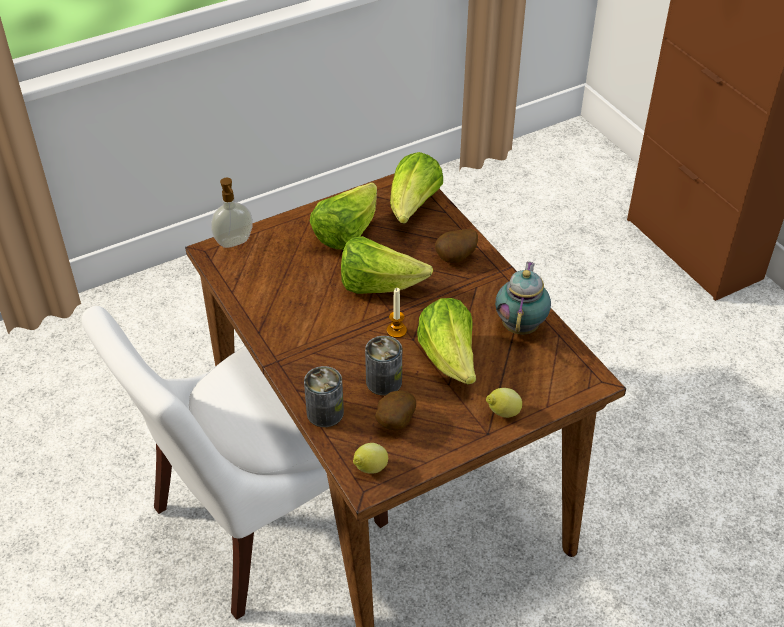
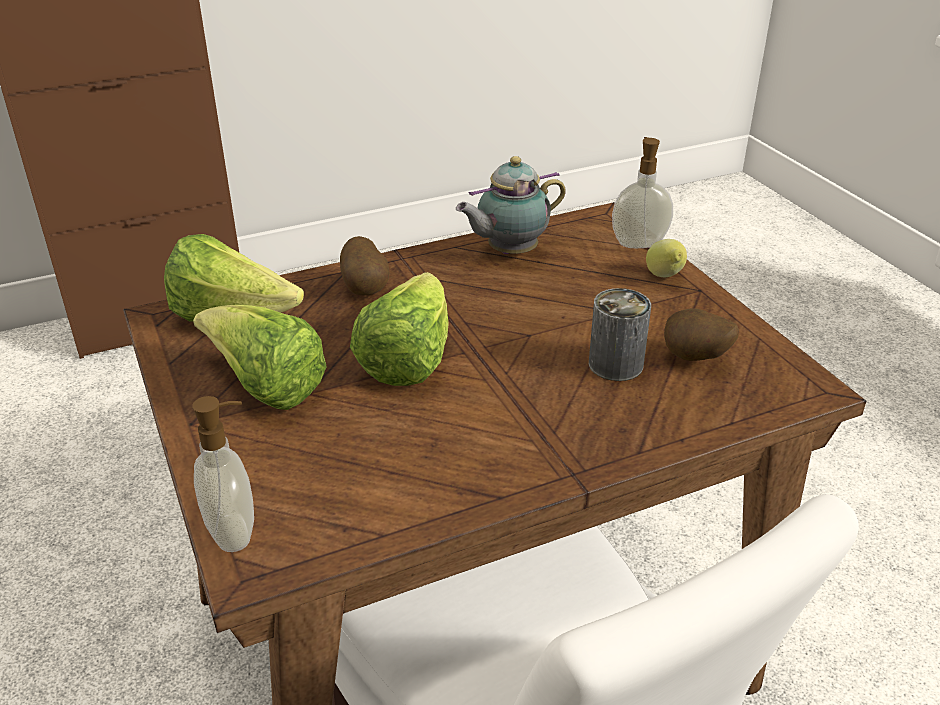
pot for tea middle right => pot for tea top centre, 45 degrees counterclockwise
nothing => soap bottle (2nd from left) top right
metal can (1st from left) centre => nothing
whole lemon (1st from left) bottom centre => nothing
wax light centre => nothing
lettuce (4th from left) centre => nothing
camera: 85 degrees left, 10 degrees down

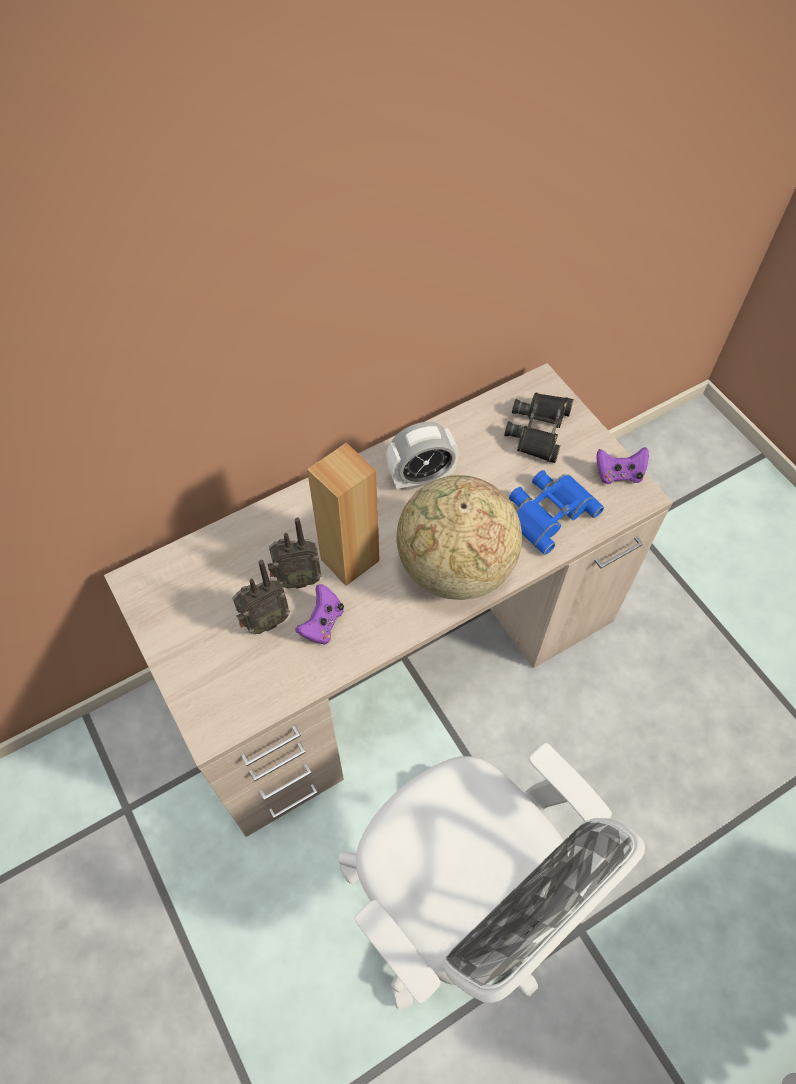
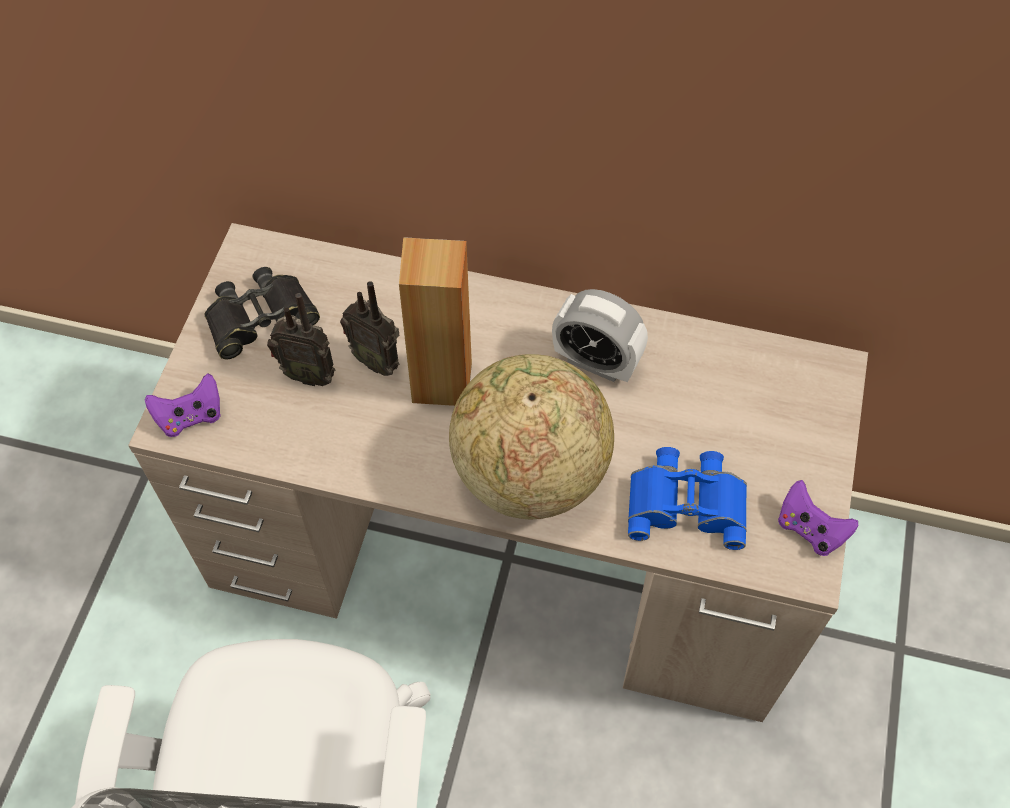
purple gamepad (1st from left) centre => purple gamepad (1st from left) middle left, move
blackish pair of binoculars middle right => blackish pair of binoculars middle left, move
camera: 45 degrees right, 0 degrees up

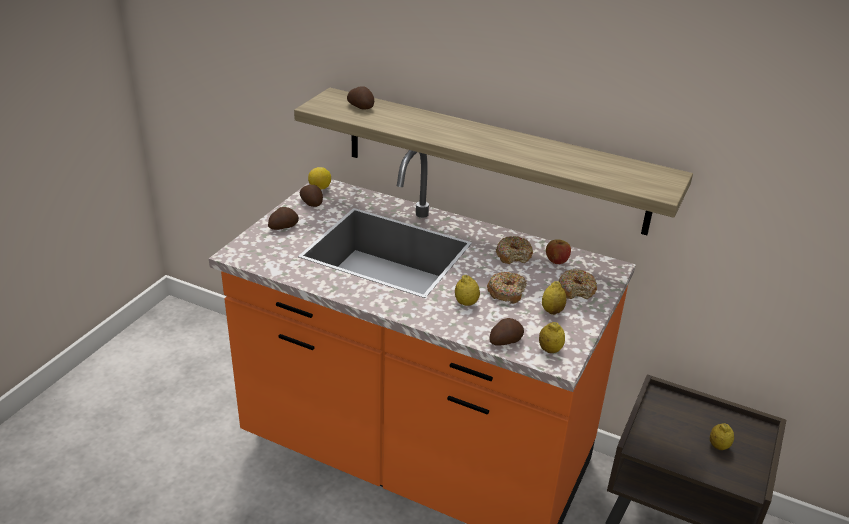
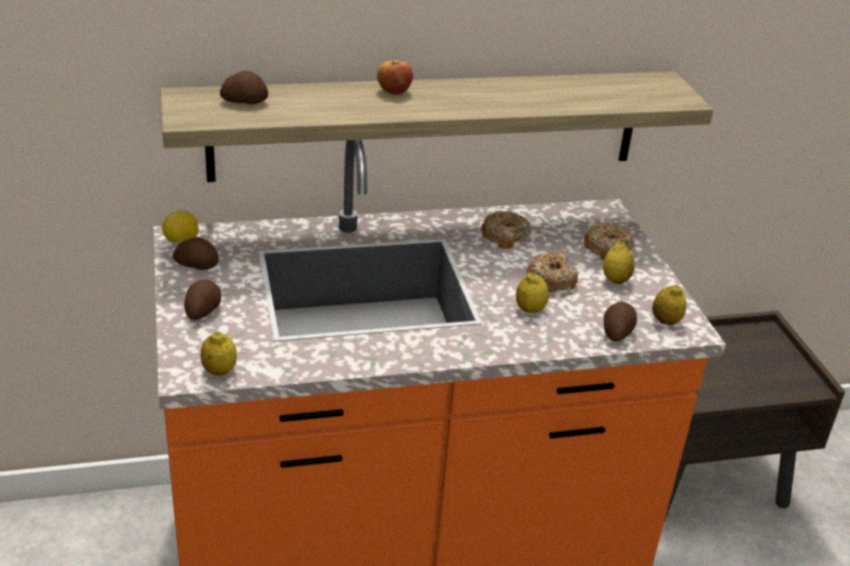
whole lemon (5th from left in the first image) bottom right => whole lemon (2nd from left) middle left, move
apple centre => apple top centre, move
camera: 40 degrees left, 0 degrees up

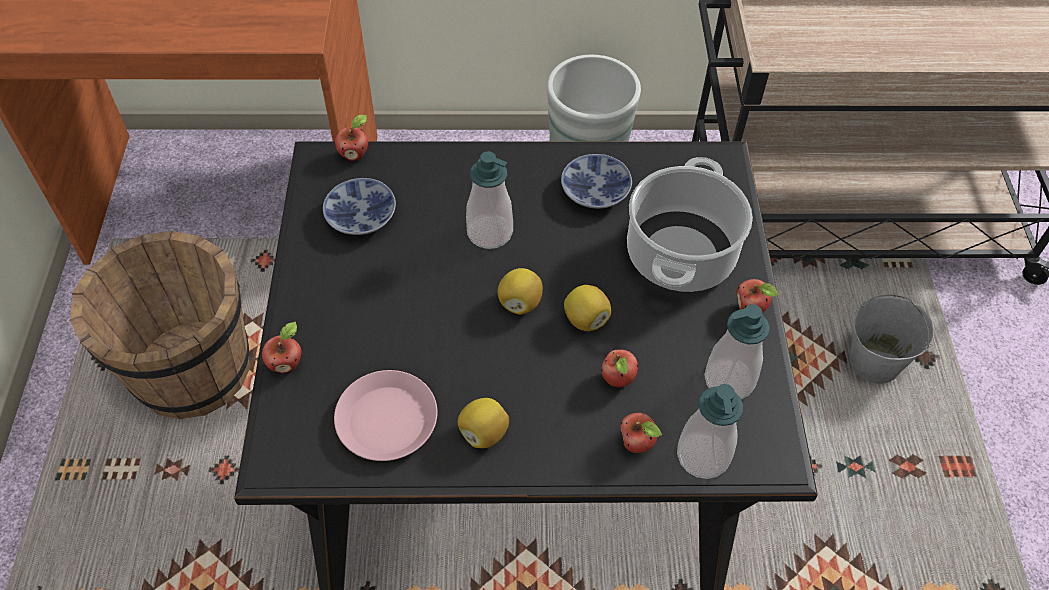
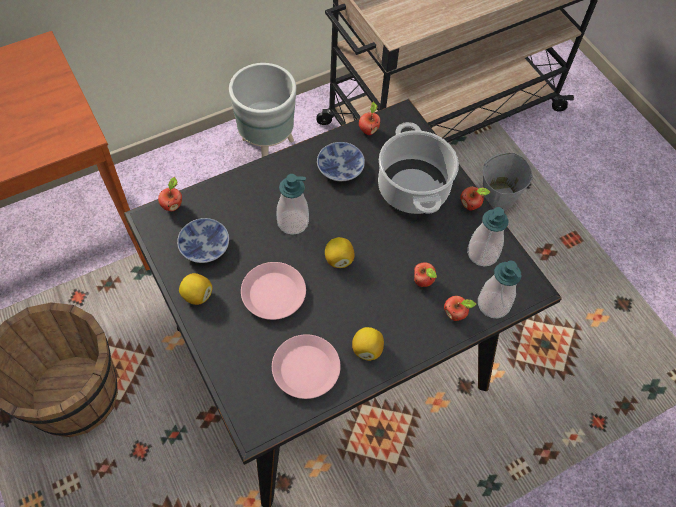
whole lemon (3rd from left in the first image) centre => whole lemon (1st from left) middle left, move
nothing => pink-coloured plate (1st from left) centre
apple (1st from left in the first image) middle left => apple (2nd from left) top centre, move
camera: 30 degrees left, 5 degrees up

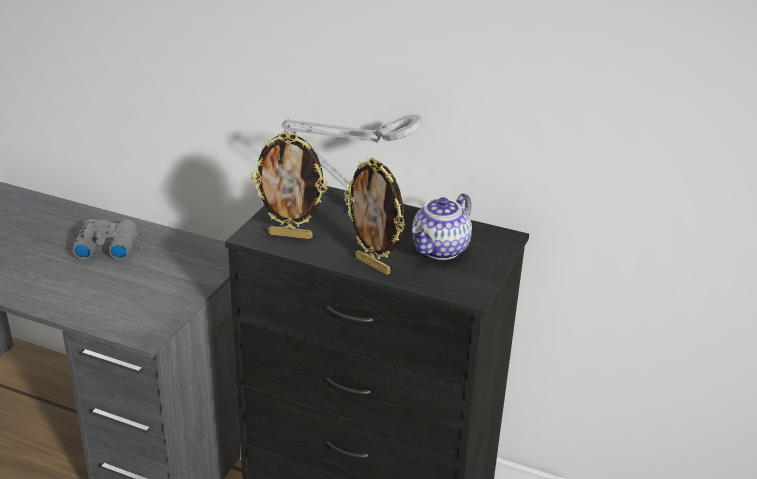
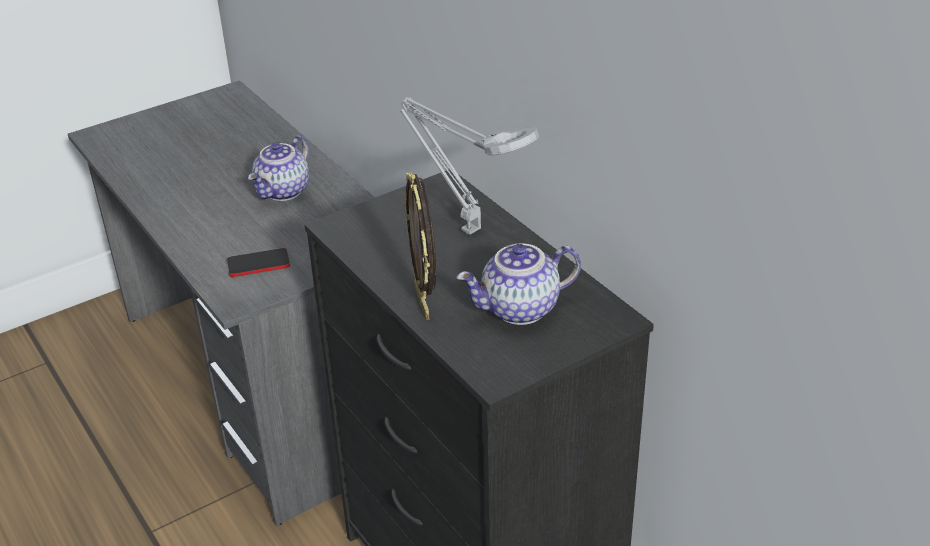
nothing => telephone middle left
gray pair of binoculars middle left => pot for tea (1st from left) top left
picture frame (1st from left) centre => nothing
camera: 35 degrees right, 5 degrees up

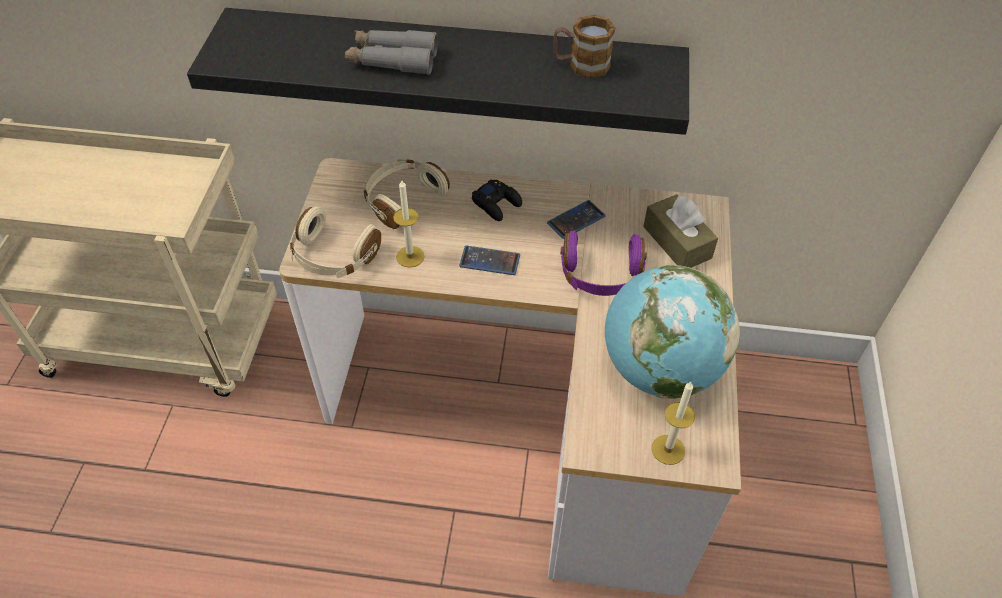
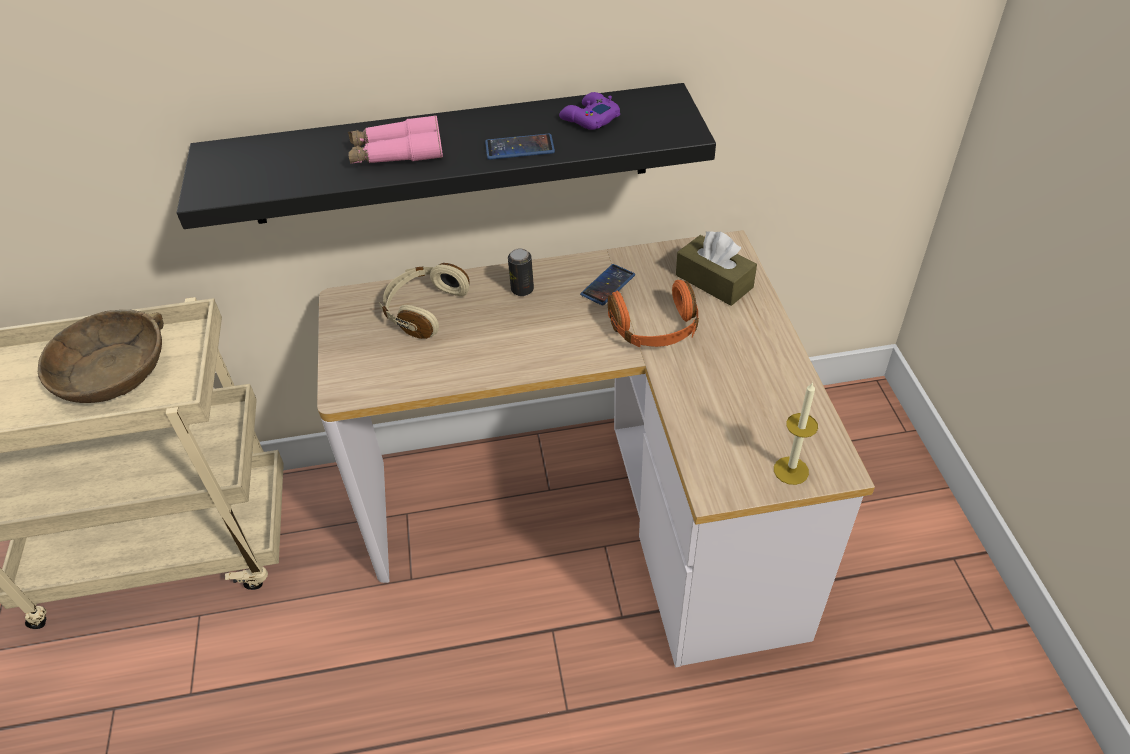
nothing => brown deep dish middle left
gray pair of binoculars top centre => pink-coloured pair of binoculars top centre
telephone (1st from left) centre => telephone (1st from left) top centre, move
blackish gamepad centre => metal can centre
coffee mug top centre => purple gamepad top centre
purple headset centre => orange-coloured headset centre
beige-coloured headset (1st from left) centre => nothing
wax light (1st from left) centre => nothing
globe middle right => nothing
camera: 15 degrees left, 5 degrees down

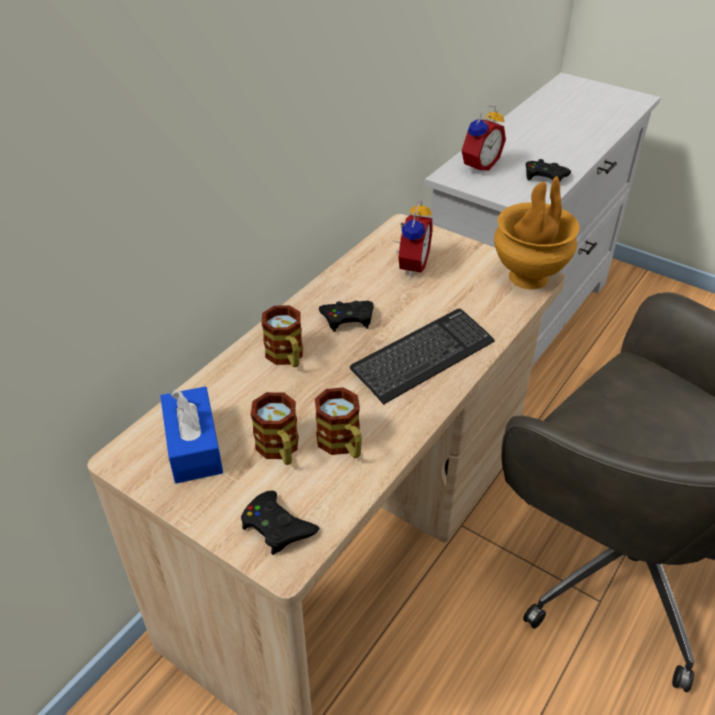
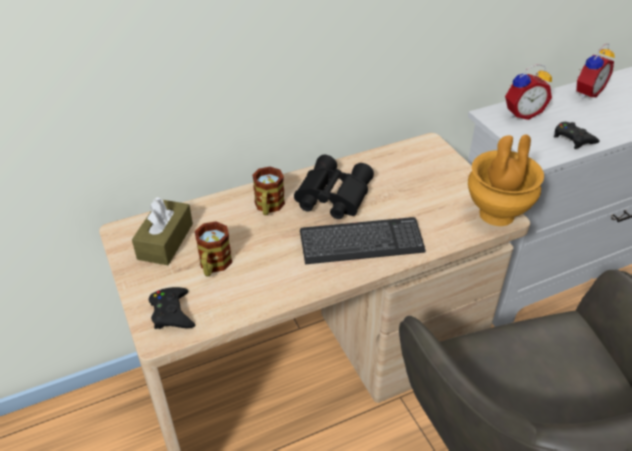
blue tissue box middle left => brown tissue box middle left
blackish gamepad (2nd from left) centre => blackish pair of binoculars centre
alarm clock (1st from left in the first image) top centre => alarm clock (2nd from left) top right, move
coffee mug (3rd from left) centre => nothing
camera: 30 degrees right, 0 degrees up

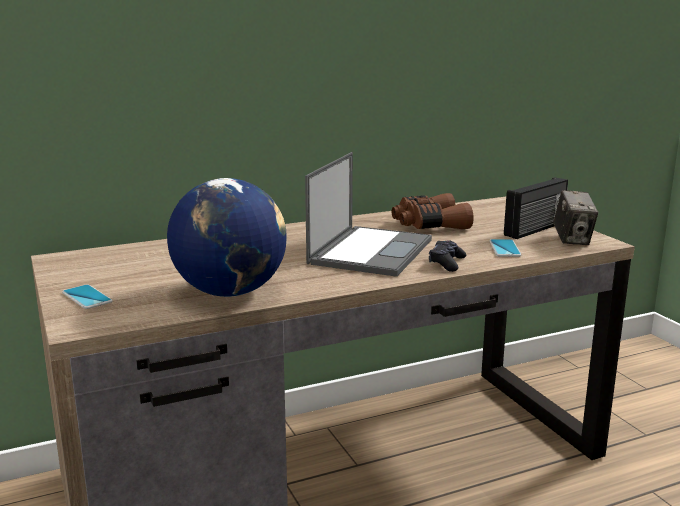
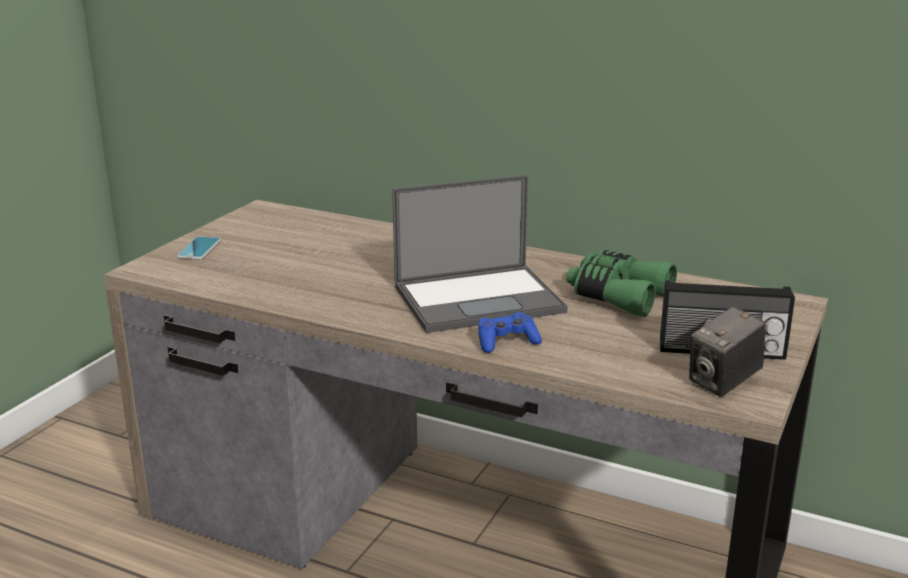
blackish gamepad centre => blue gamepad centre
brown pair of binoculars centre => green pair of binoculars middle right
globe centre => nothing
telephone (2nd from left) middle right => nothing
camera: 50 degrees right, 5 degrees up

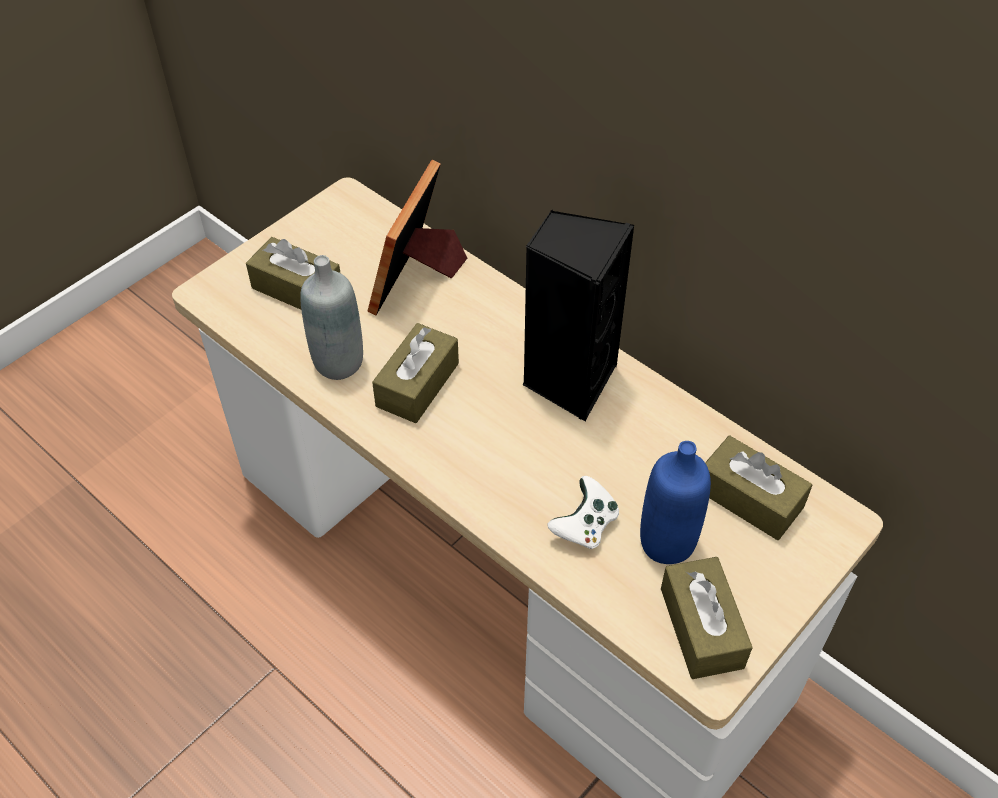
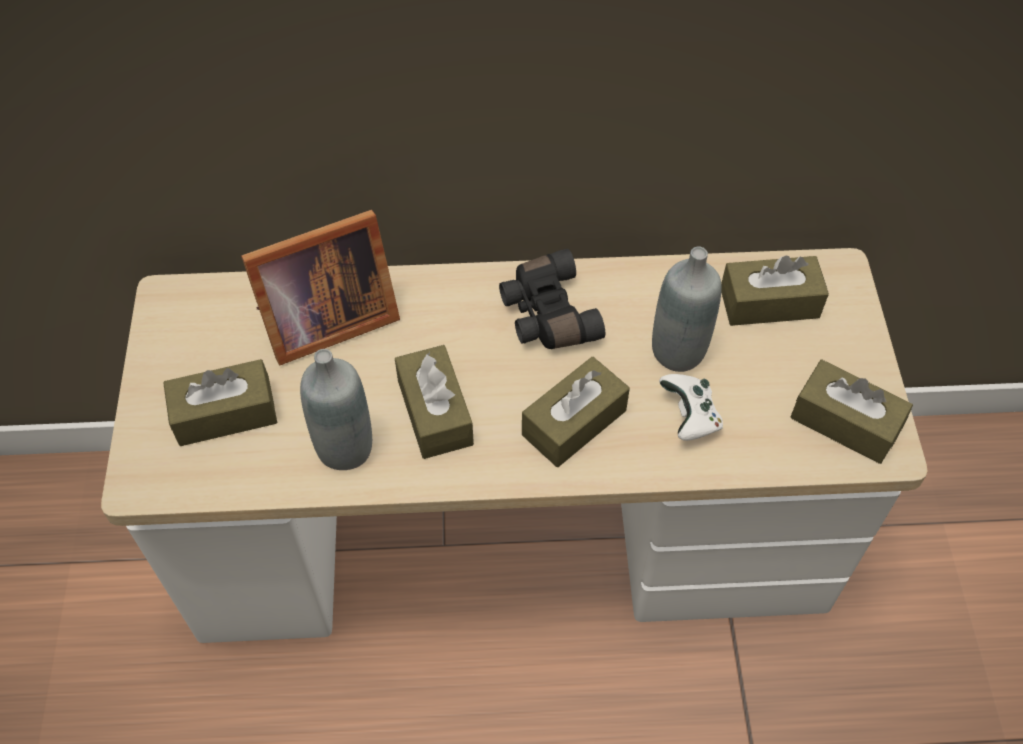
picture frame top centre => picture frame middle left, 90 degrees counterclockwise
blackish audio speaker centre => blackish pair of binoculars centre
nothing => brown tissue box (3rd from left) centre
nothing => gray drink bottle (2nd from left) middle right
blue drink bottle middle right => nothing
camera: 45 degrees left, 5 degrees up

